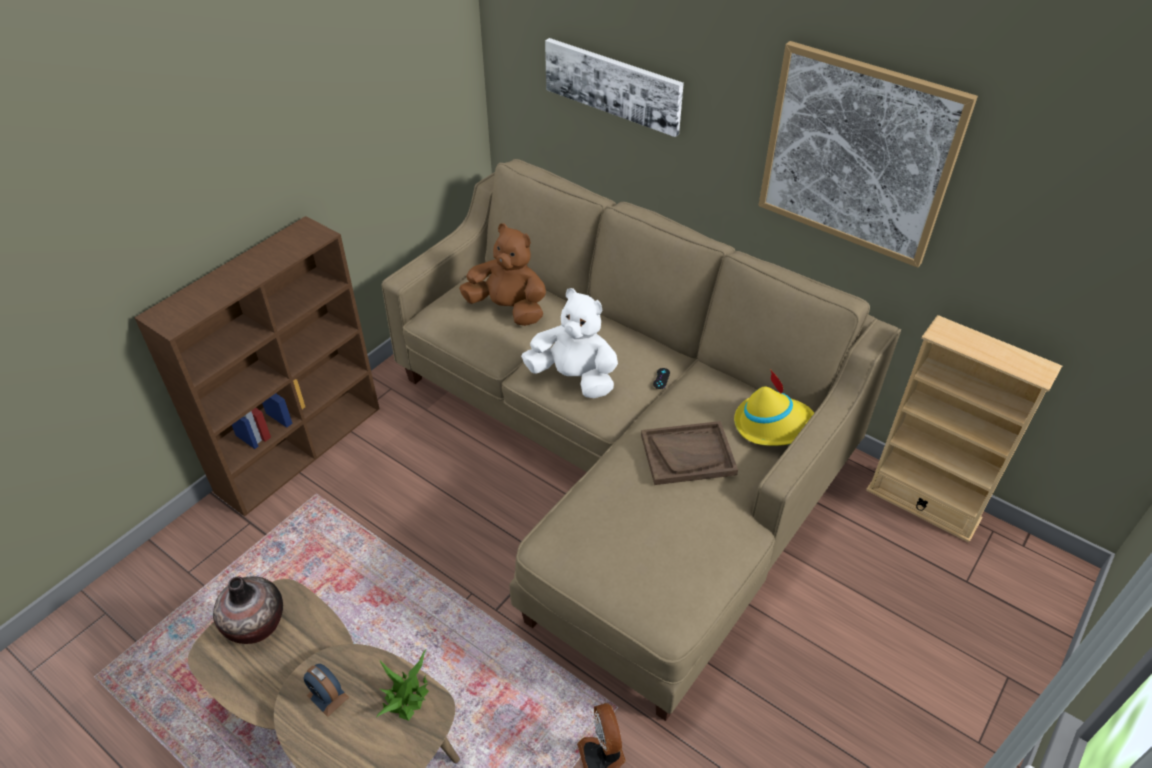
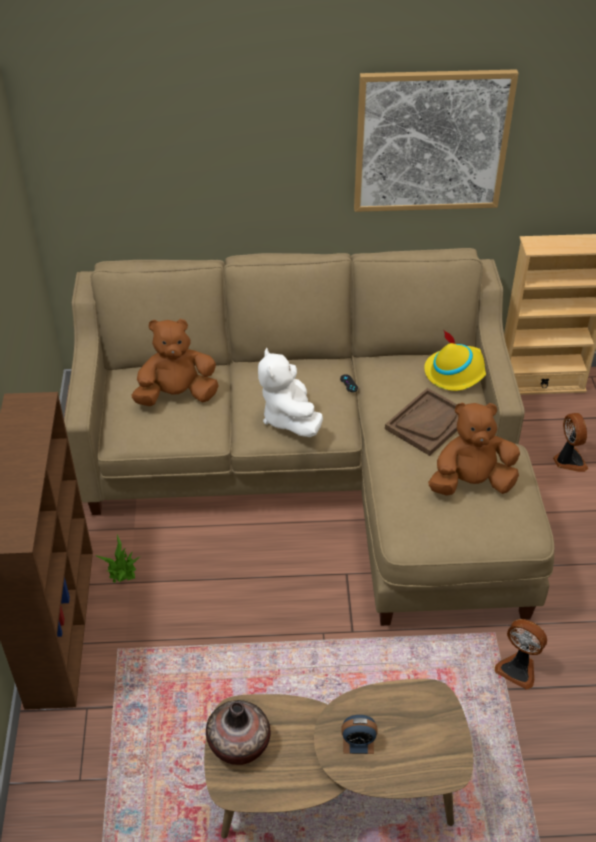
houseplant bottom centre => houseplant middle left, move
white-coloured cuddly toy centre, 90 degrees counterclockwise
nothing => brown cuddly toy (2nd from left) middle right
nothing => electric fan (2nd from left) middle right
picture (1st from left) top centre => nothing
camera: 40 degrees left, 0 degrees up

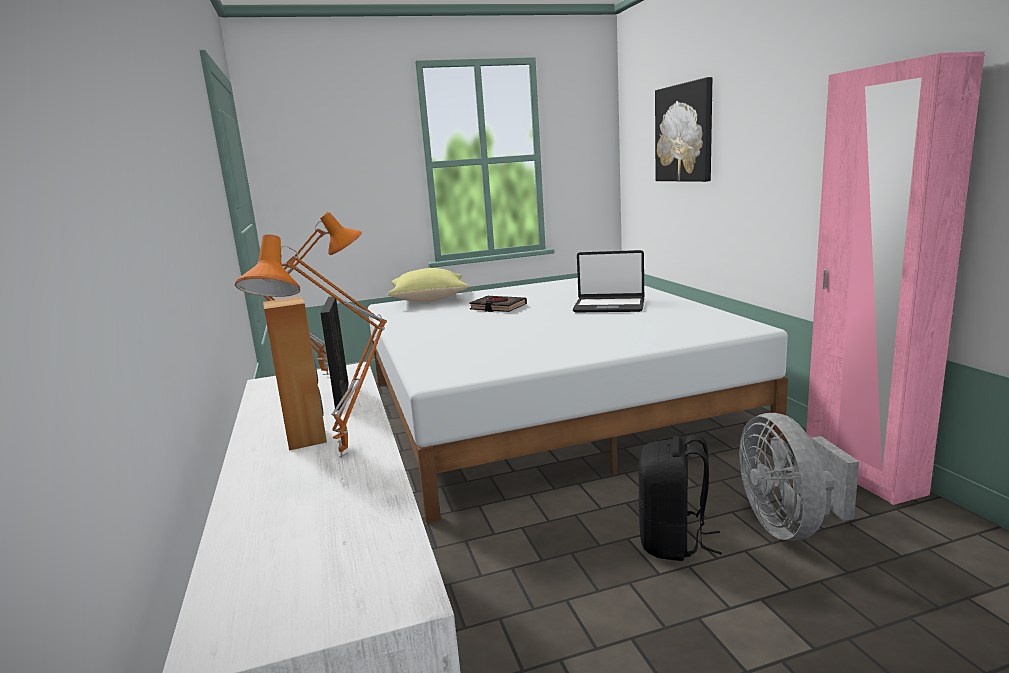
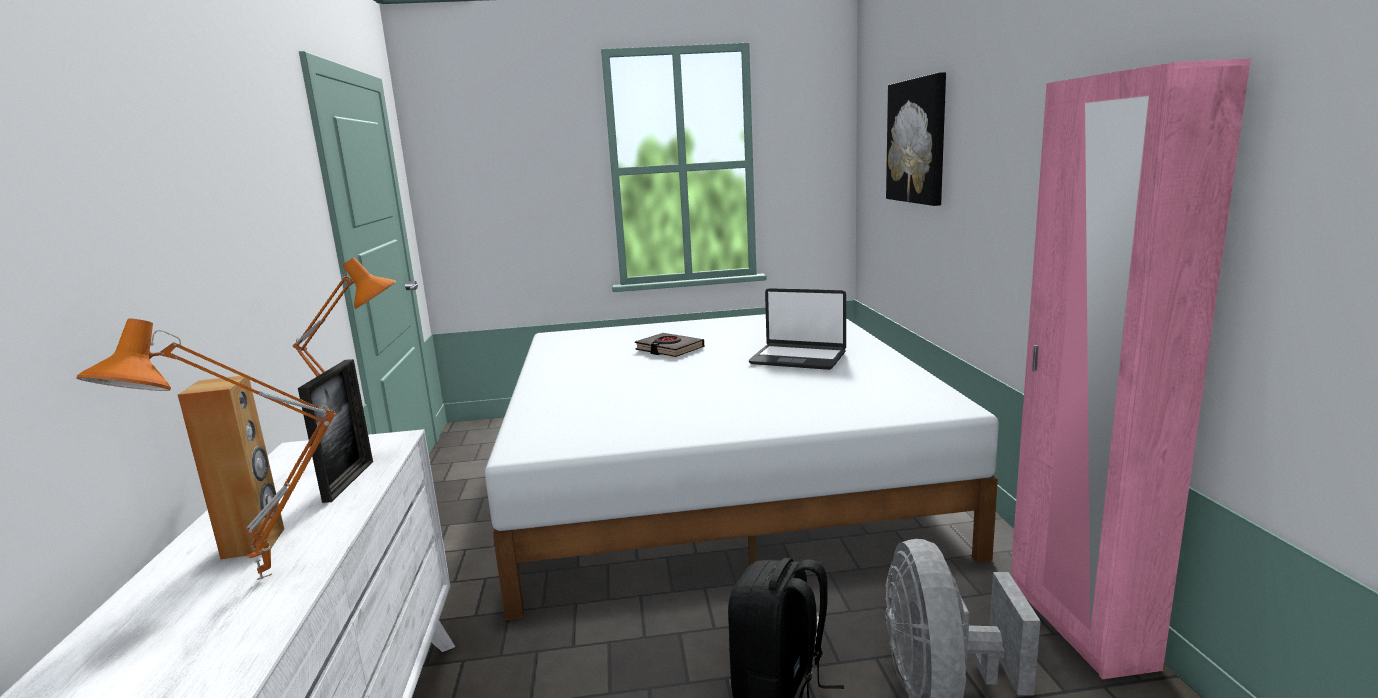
yellowish throw pillow centre => nothing
camera: 10 degrees right, 0 degrees up

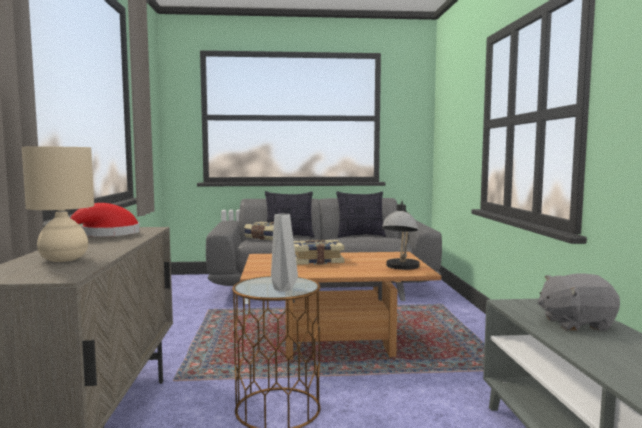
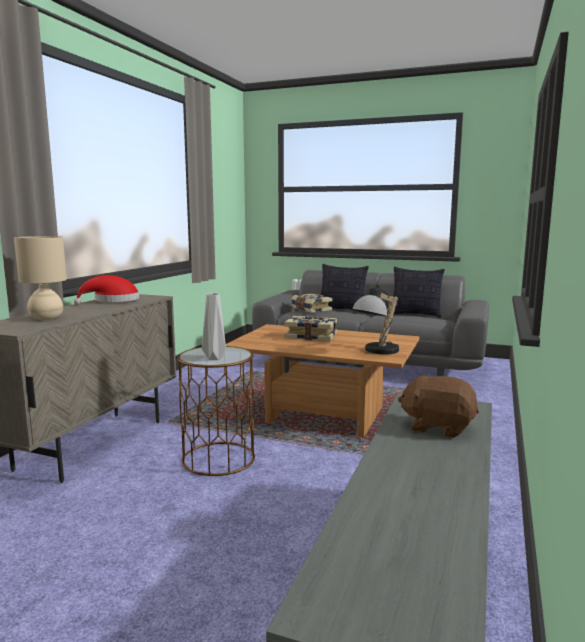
gray cuddly toy bottom right => brown cuddly toy middle right
camera: 25 degrees right, 5 degrees up

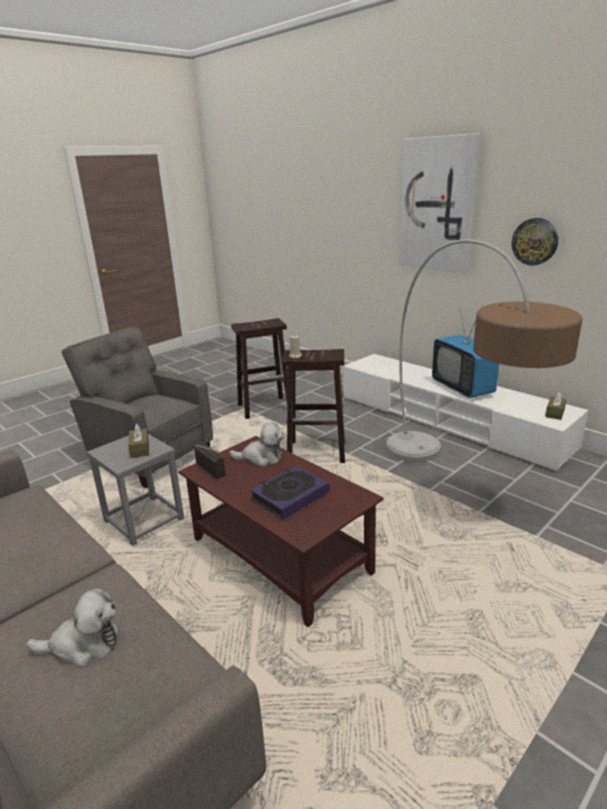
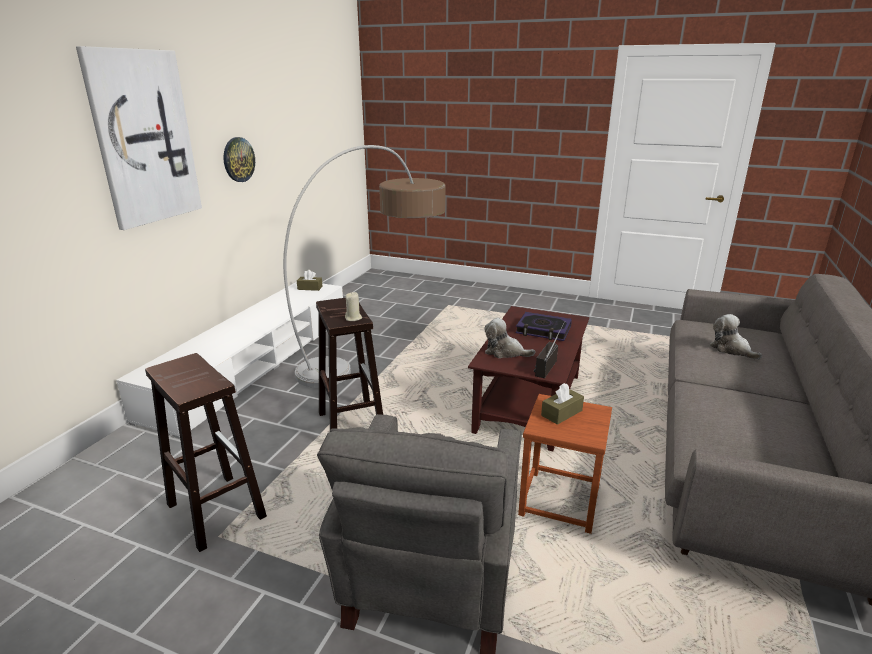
cuddly toy (2nd from left in the first image) centre => cuddly toy (1st from left) centre, 45 degrees counterclockwise
gray sitting stool middle left => brown sitting stool (3rd from left) bottom centre
TV middle right => nothing
camera: 115 degrees left, 0 degrees up

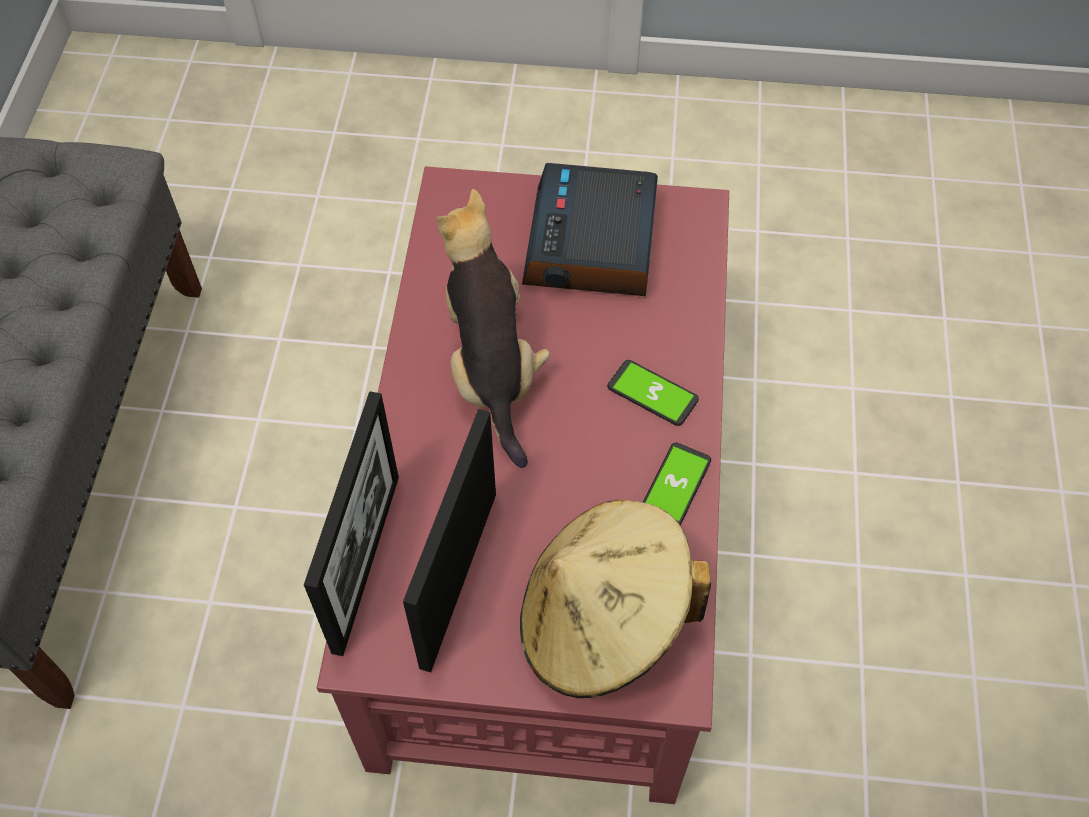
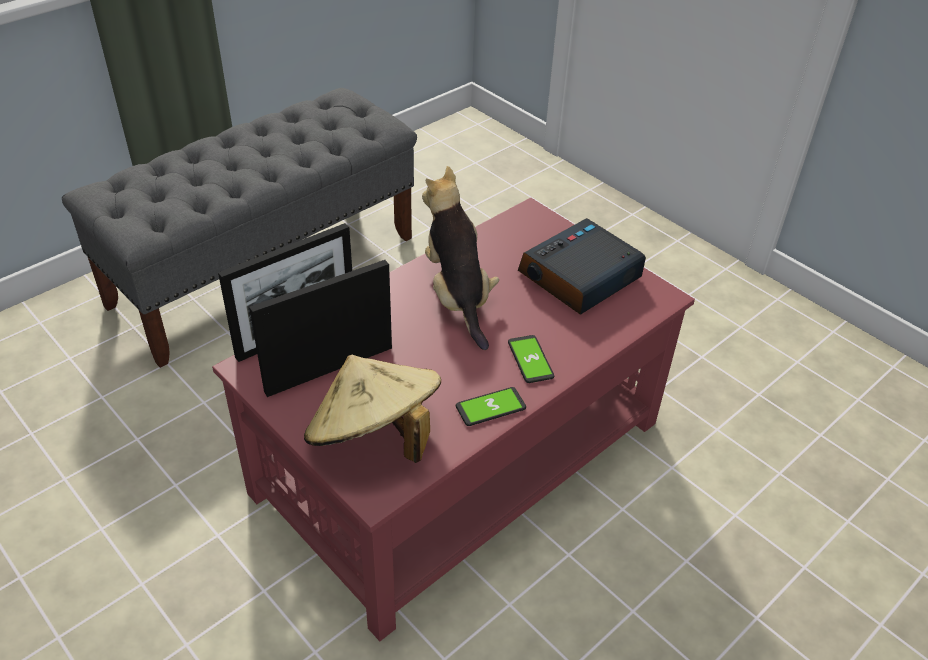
cuddly toy centre, 45 degrees counterclockwise
camera: 40 degrees right, 15 degrees down

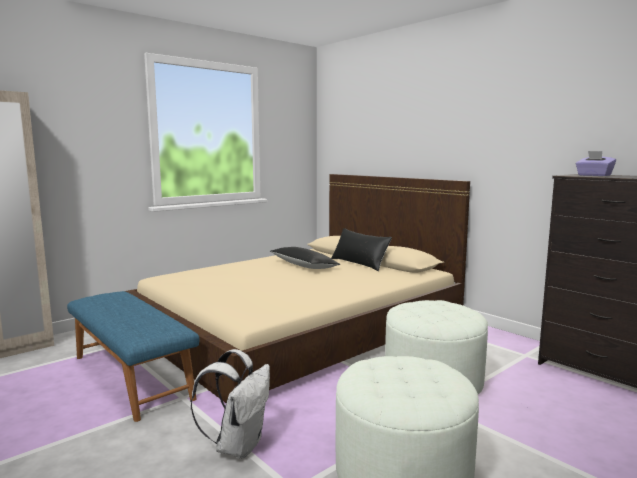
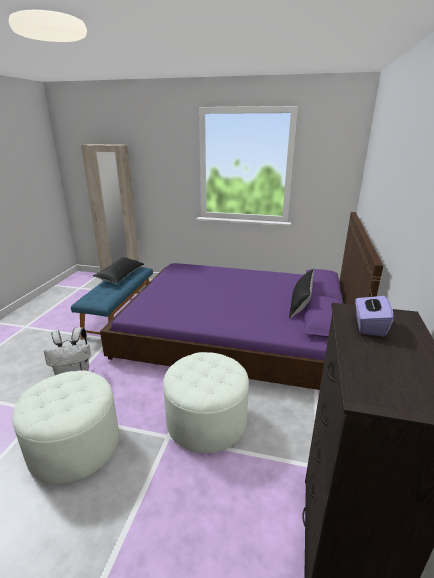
blackish throw pillow (1st from left) centre => blackish throw pillow (1st from left) middle left, move
beige-coloured sleeping bed centre => purple sleeping bed centre
camera: 55 degrees right, 15 degrees up

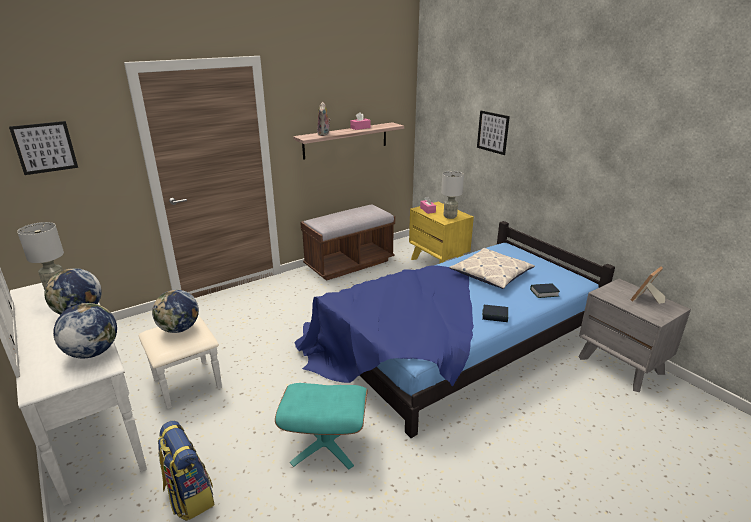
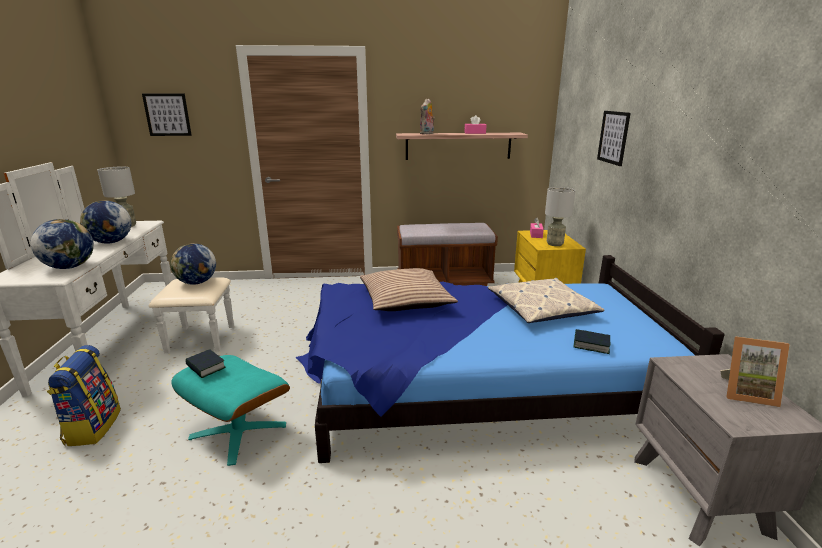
book (1st from left) centre => book (1st from left) middle left, move
nothing => throw pillow (1st from left) centre
picture frame middle right => picture frame bottom right, 150 degrees counterclockwise
camera: 30 degrees right, 5 degrees down

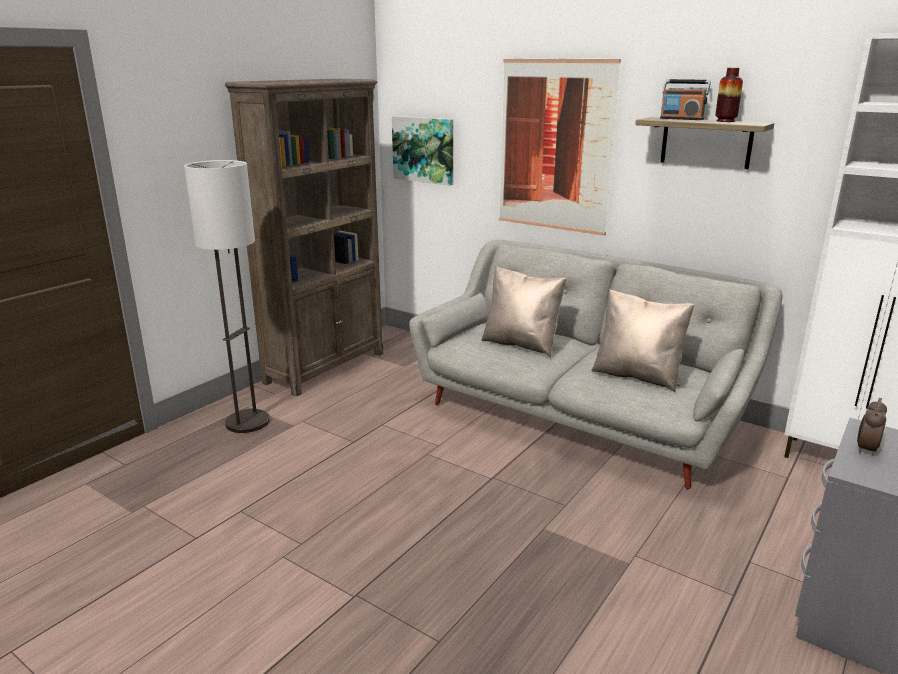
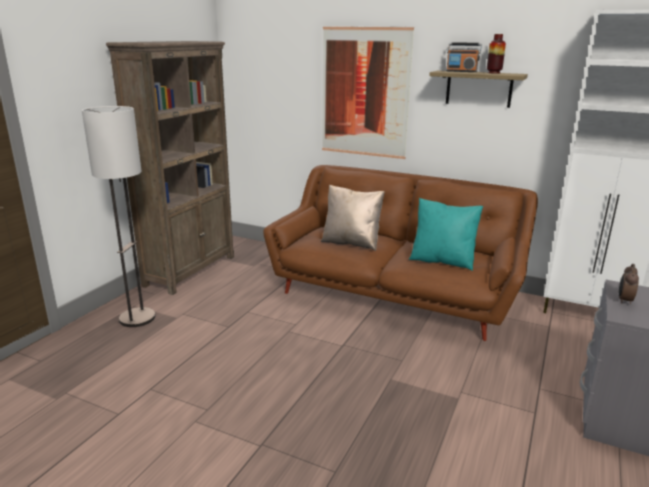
gray sofa centre => brown sofa centre
beige-coloured throw pillow (2nd from left) middle right => blue-green throw pillow middle right
picture (1st from left) top centre => nothing
camera: 10 degrees left, 0 degrees up

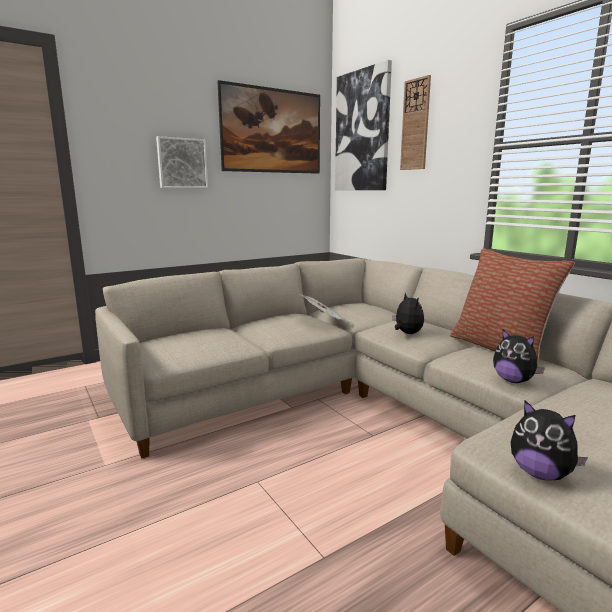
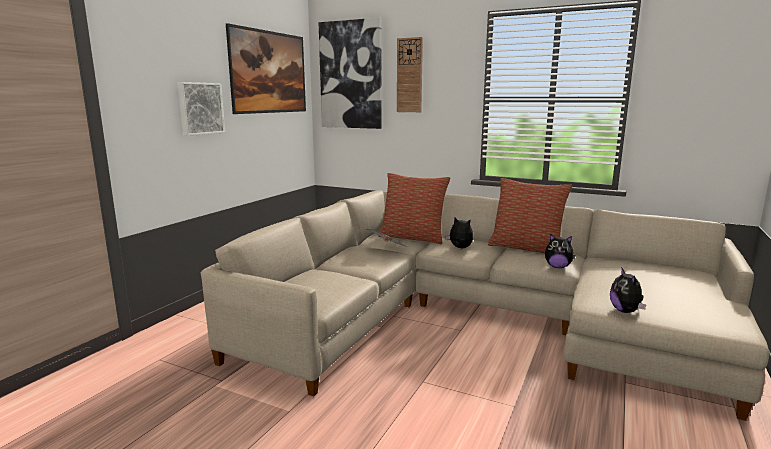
nothing => throw pillow (1st from left) centre
cuddly toy (3rd from left) bottom right => cuddly toy (3rd from left) middle right, 75 degrees clockwise
camera: 30 degrees left, 0 degrees up

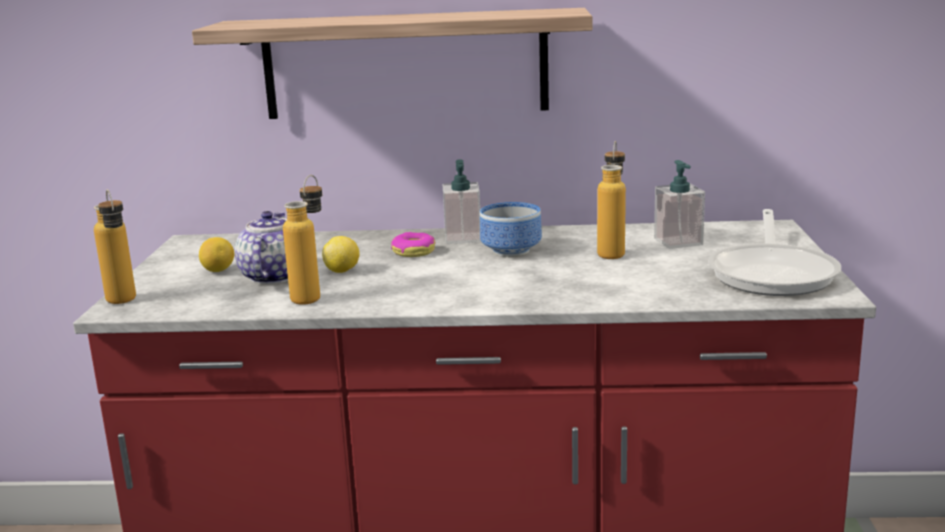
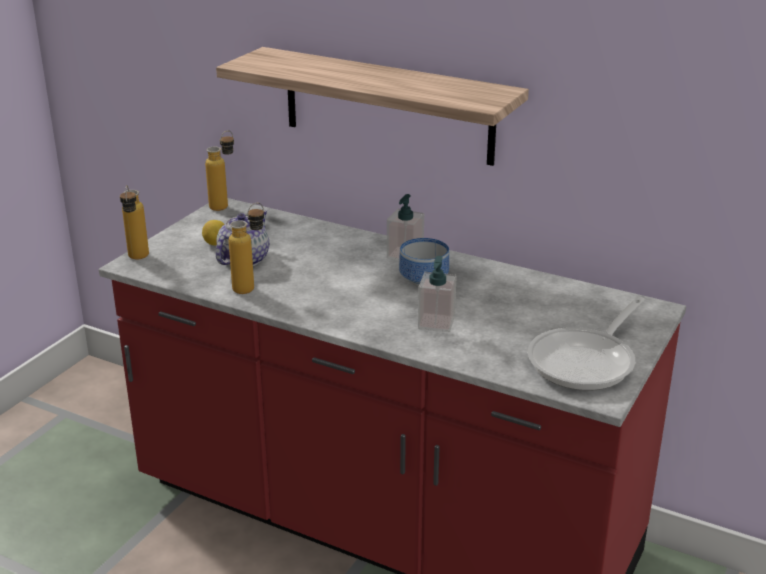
drink bottle (3rd from left in the first image) centre => drink bottle (2nd from left) top left, move
soap bottle (2nd from left) middle right => soap bottle (2nd from left) centre, move
whole lemon (2nd from left) centre => nothing
ring doughnut centre => nothing
camera: 25 degrees right, 10 degrees up

